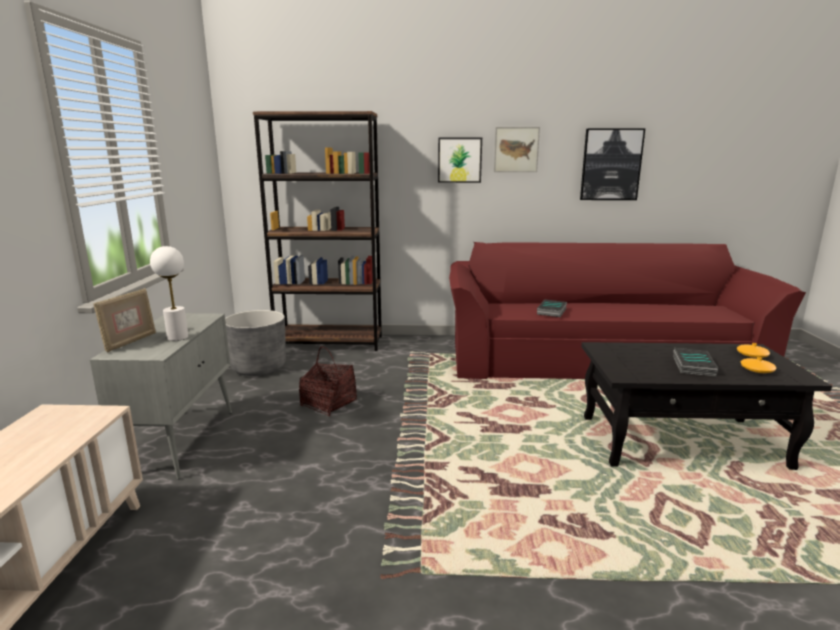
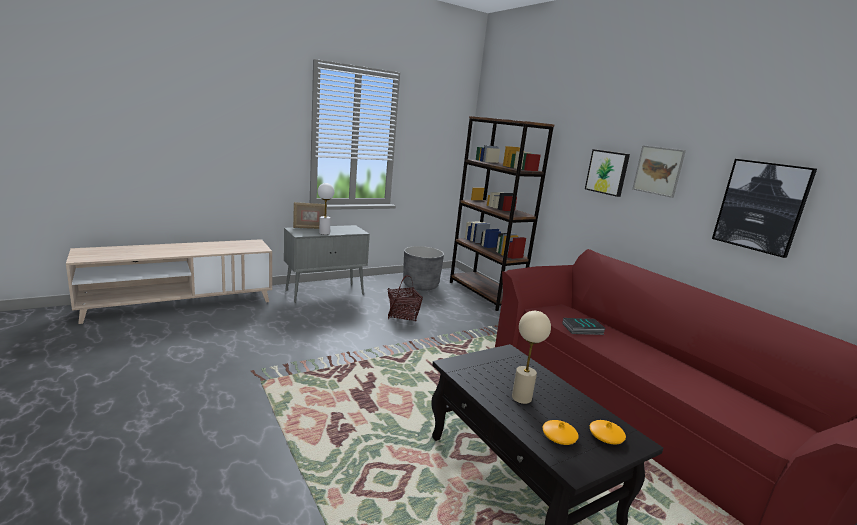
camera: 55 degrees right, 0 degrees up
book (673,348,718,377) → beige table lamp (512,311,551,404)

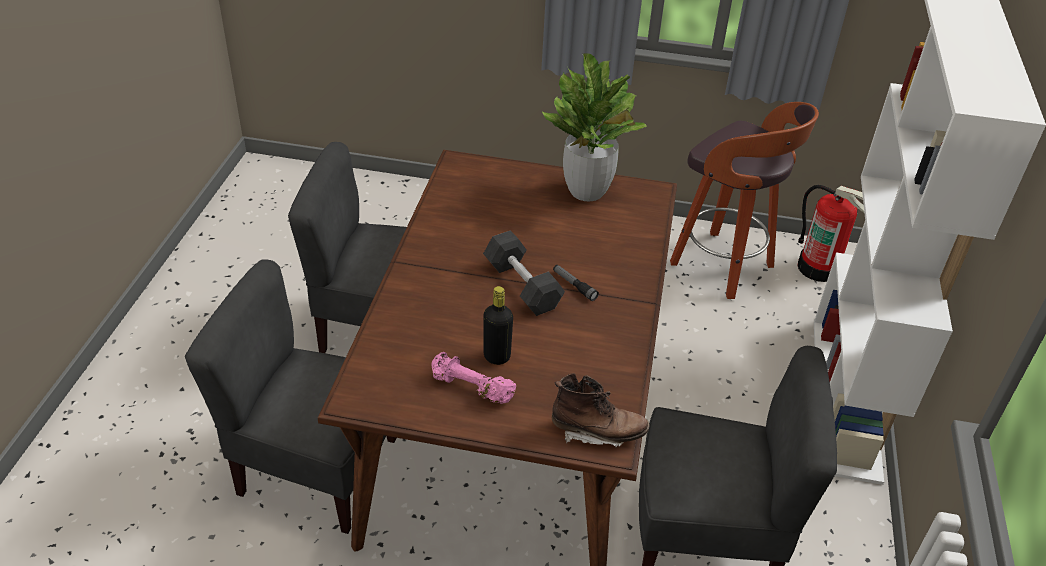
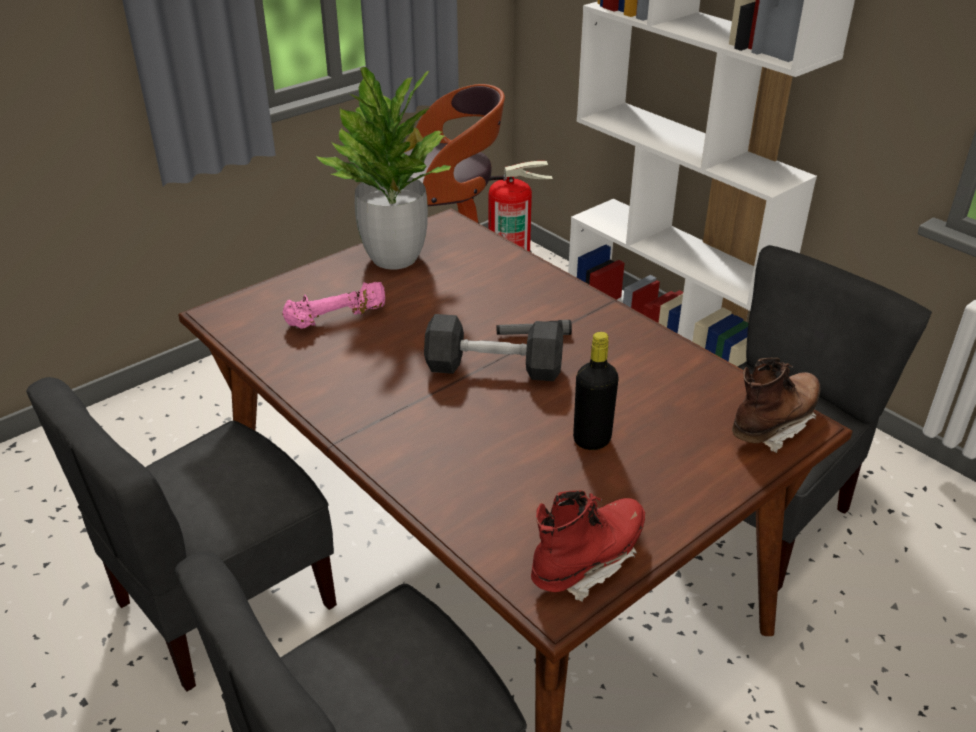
camera: 50 degrees left, 5 degrees down
pink dumbbell (431,352,516,404) → pink dumbbell (282,282,385,329), relocated
- → red boot (531,490,645,602)

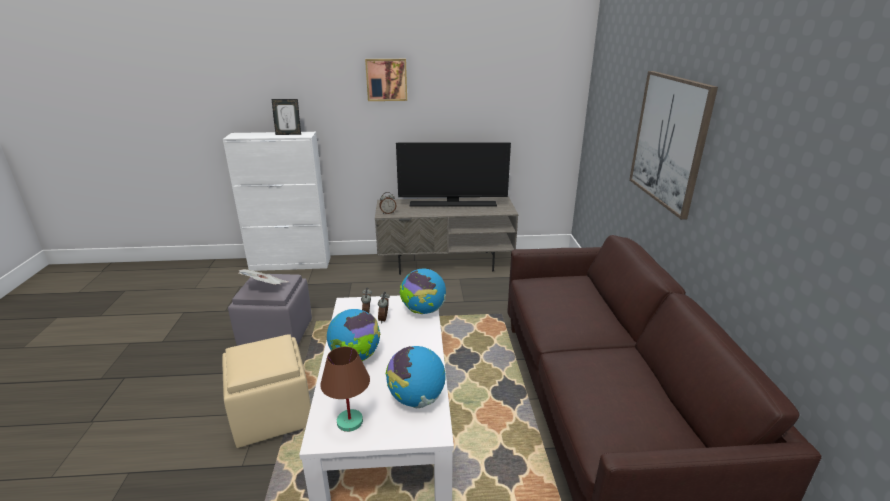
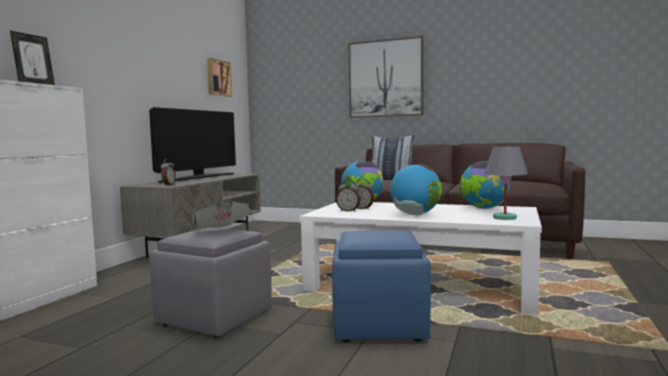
camera: 65 degrees left, 20 degrees down
picture (365,59,407,101) → picture (207,58,232,97), relocated
beige ottoman (222,334,311,448) → blue ottoman (332,231,431,342)
- → pillow (372,135,415,178)
brown table lamp (320,347,370,432) → grey table lamp (484,146,528,220)

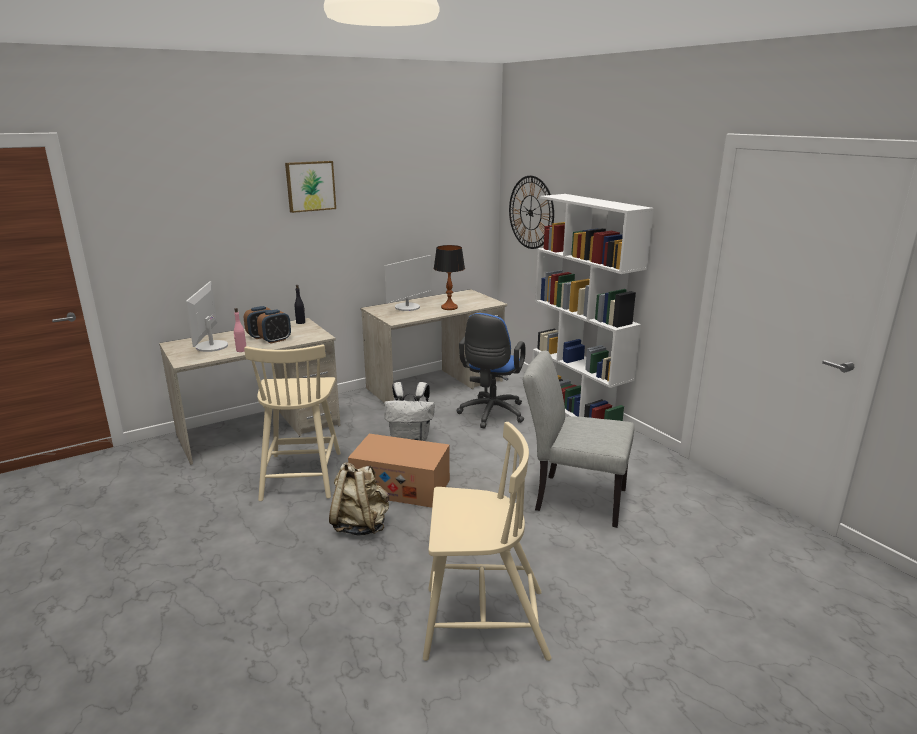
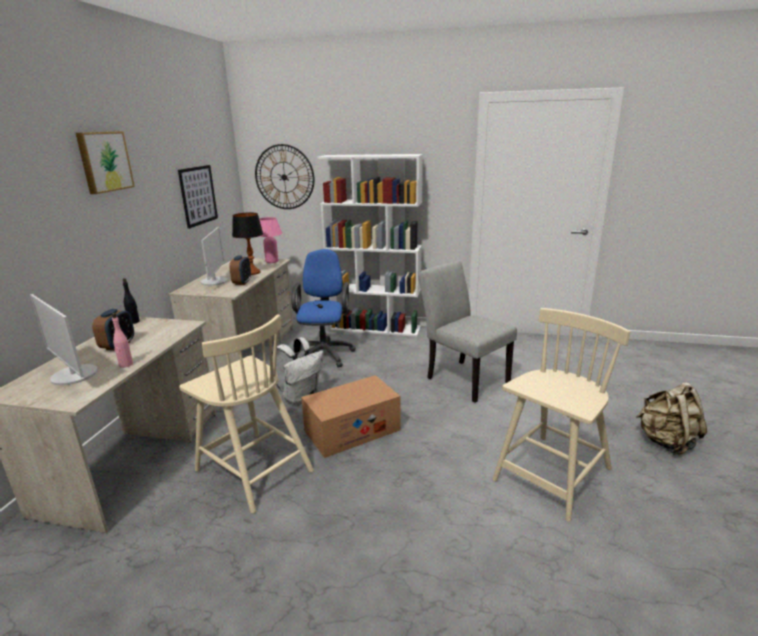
camera: 45 degrees left, 0 degrees up
- → picture (178,165,218,229)
alarm clock (257,309,291,344) → alarm clock (229,255,251,285), relocated
- → pink table lamp (259,217,282,263)
blue office chair (457,313,526,429) → blue office chair (291,249,356,368), 150 degrees counterclockwise
grey chair (523,351,634,528) → grey chair (418,261,517,403), 75 degrees clockwise
beige backpack (329,462,389,536) → beige backpack (636,382,707,455), relocated

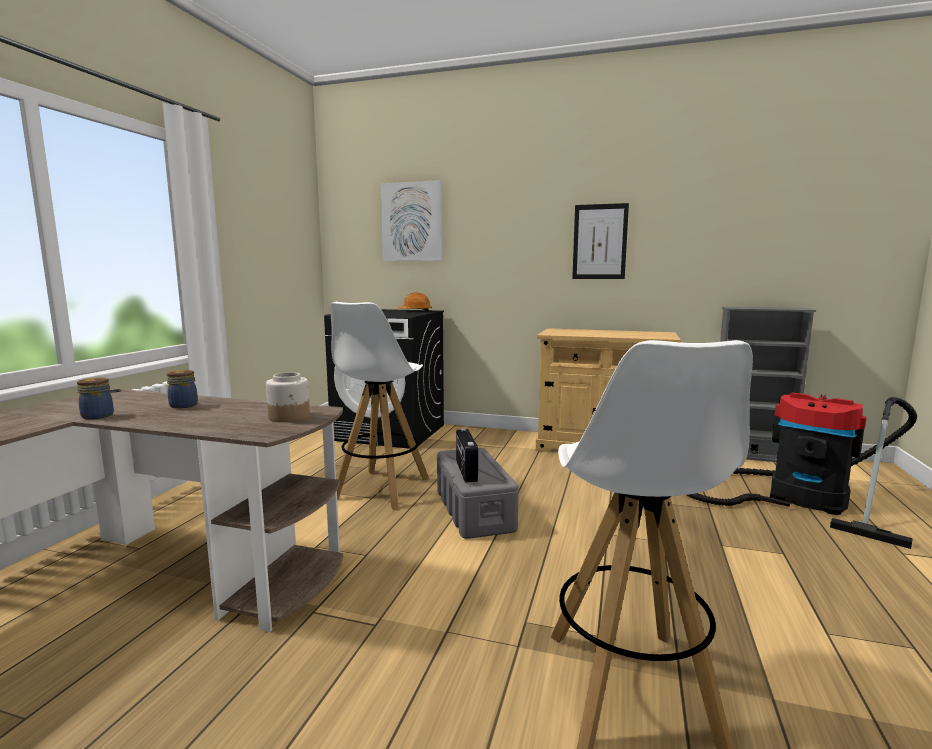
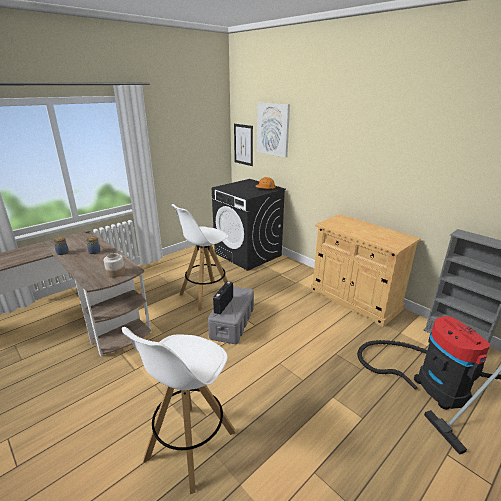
camera: 30 degrees right, 15 degrees up
picture (572,203,629,279) → picture (234,124,253,166), relocated

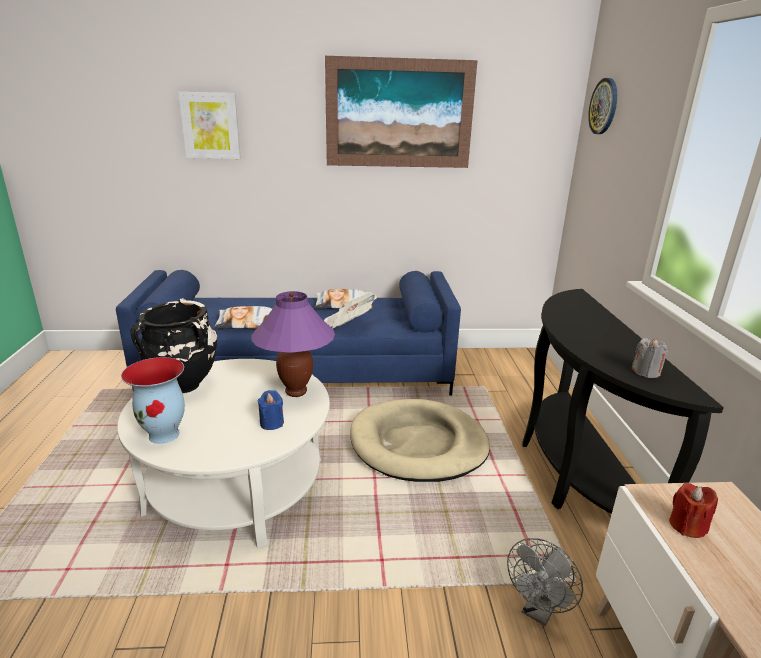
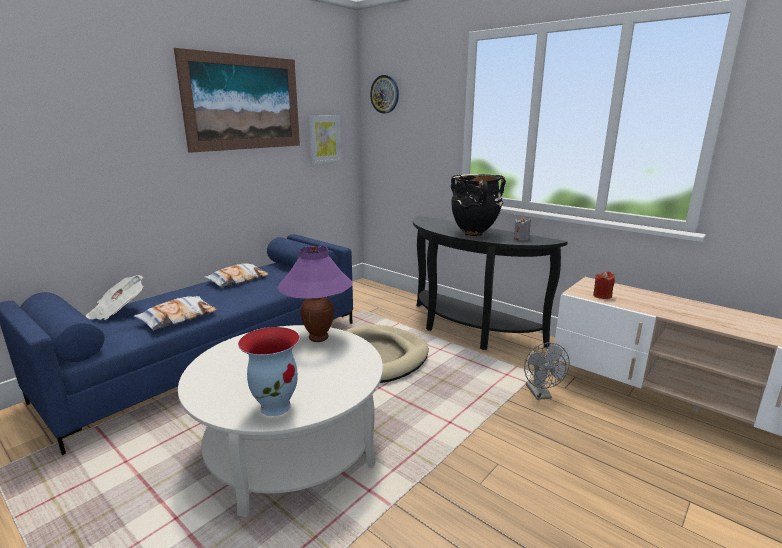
camera: 45 degrees left, 5 degrees down
newspaper (324,293,377,329) → newspaper (85,275,143,320), relocated
picture (178,92,241,159) → picture (308,115,341,164), relocated
black vase (130,298,217,393) → black vase (451,174,506,236), relocated
blue candle (258,390,284,430) → -

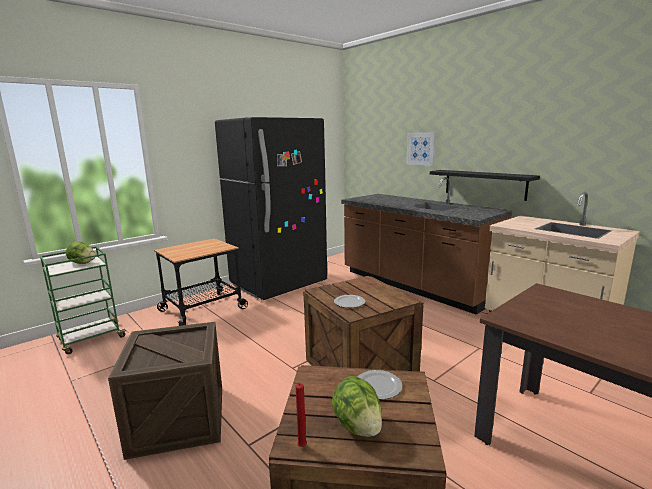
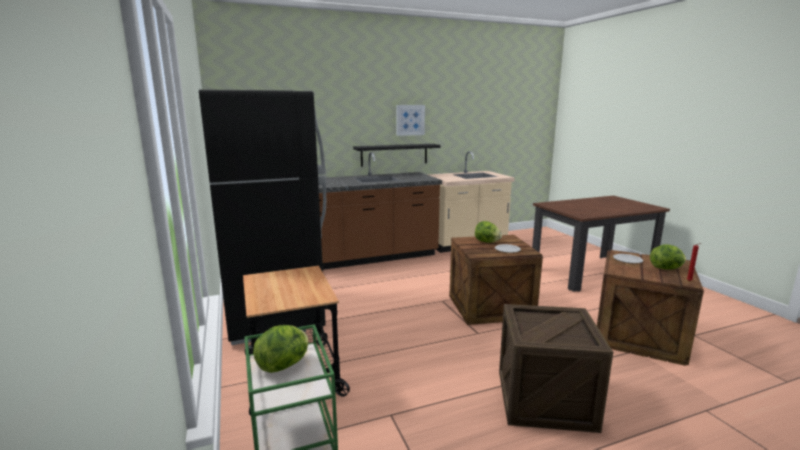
camera: 70 degrees left, 0 degrees up
picture (406,132,436,166) → picture (397,105,425,136), relocated
- → lettuce (475,221,502,243)

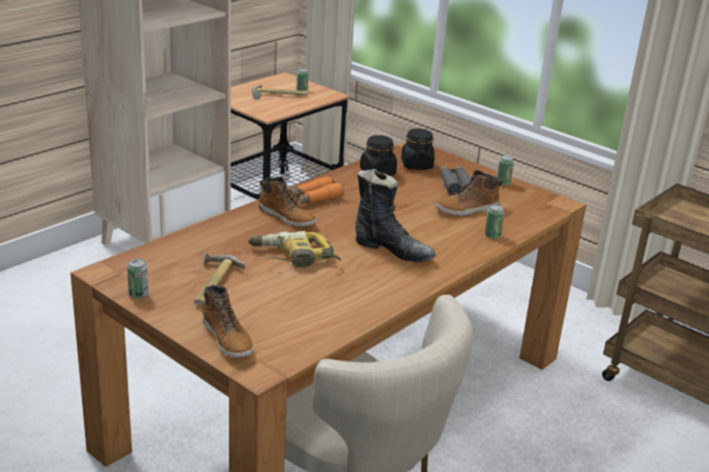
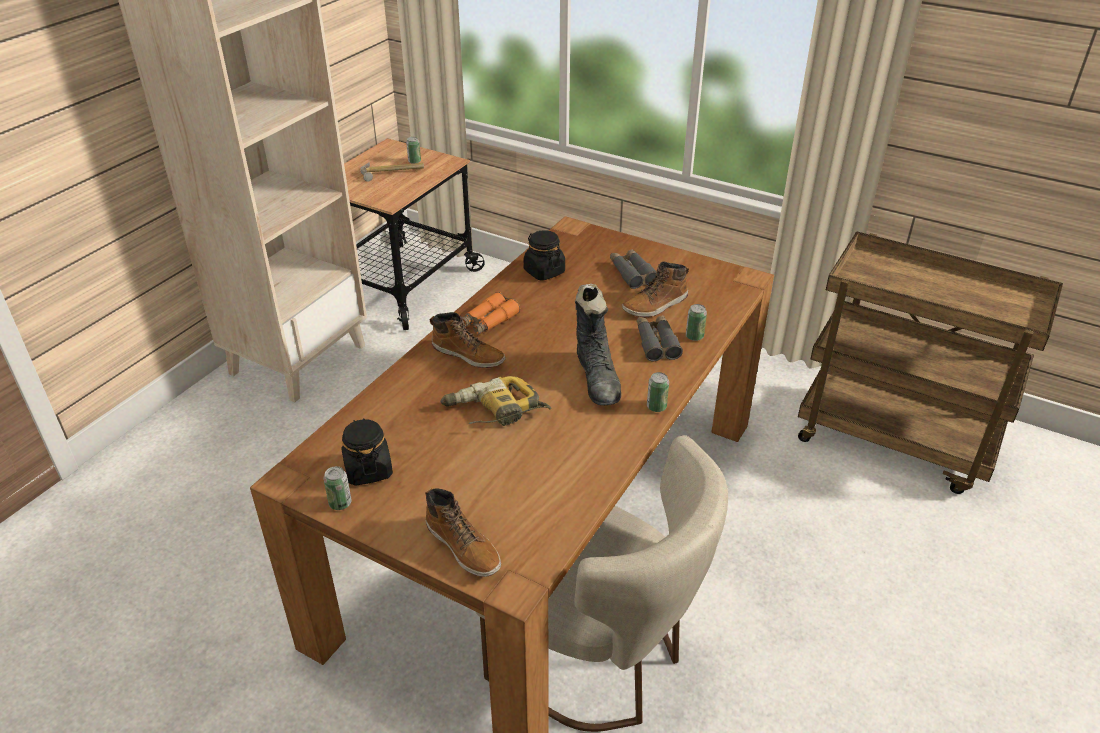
camera: 10 degrees left, 10 degrees up
black jar (401,128,435,170) → black jar (341,418,393,486), relocated
black boot (355,169,436,262) → black boot (575,284,621,405), 60 degrees clockwise
- → grey binoculars (637,315,683,361)
can (496,155,514,186) → can (647,372,669,412), relocated
hammer (194,252,245,305) → -

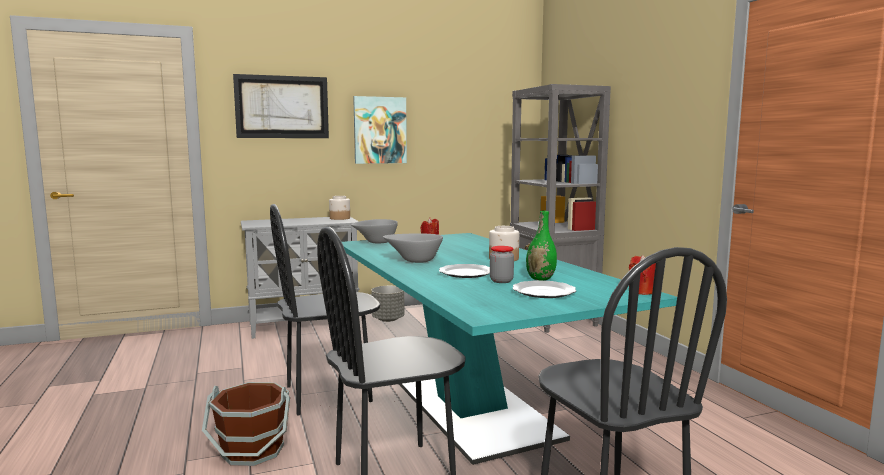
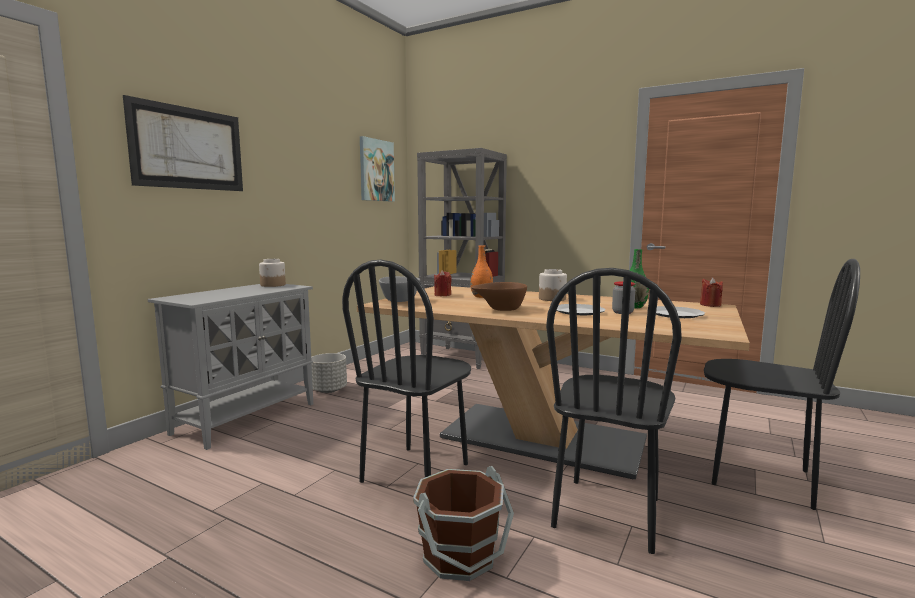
camera: 40 degrees left, 0 degrees up
turquoise dining table (342,233,677,465) → beige dining table (357,286,750,479)
picture (353,96,407,164) → picture (360,136,395,202), relocated
- → orange vase (470,245,493,298)
grey bowl (383,233,443,263) → brown bowl (471,282,527,311)

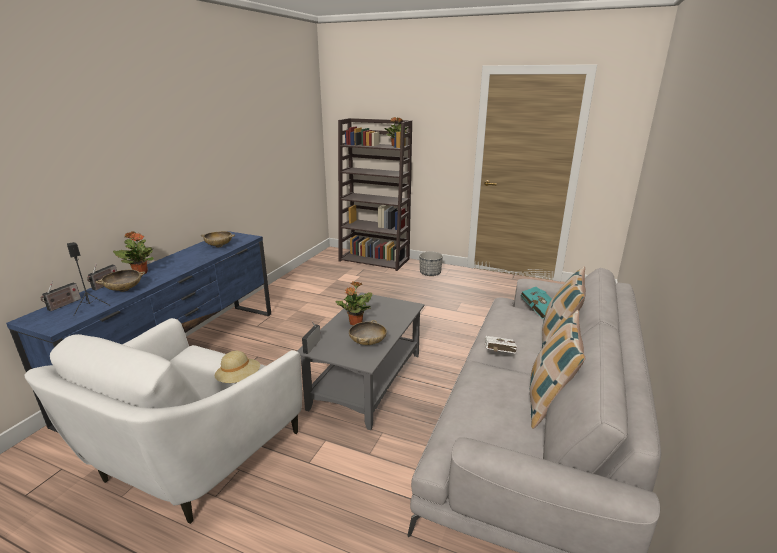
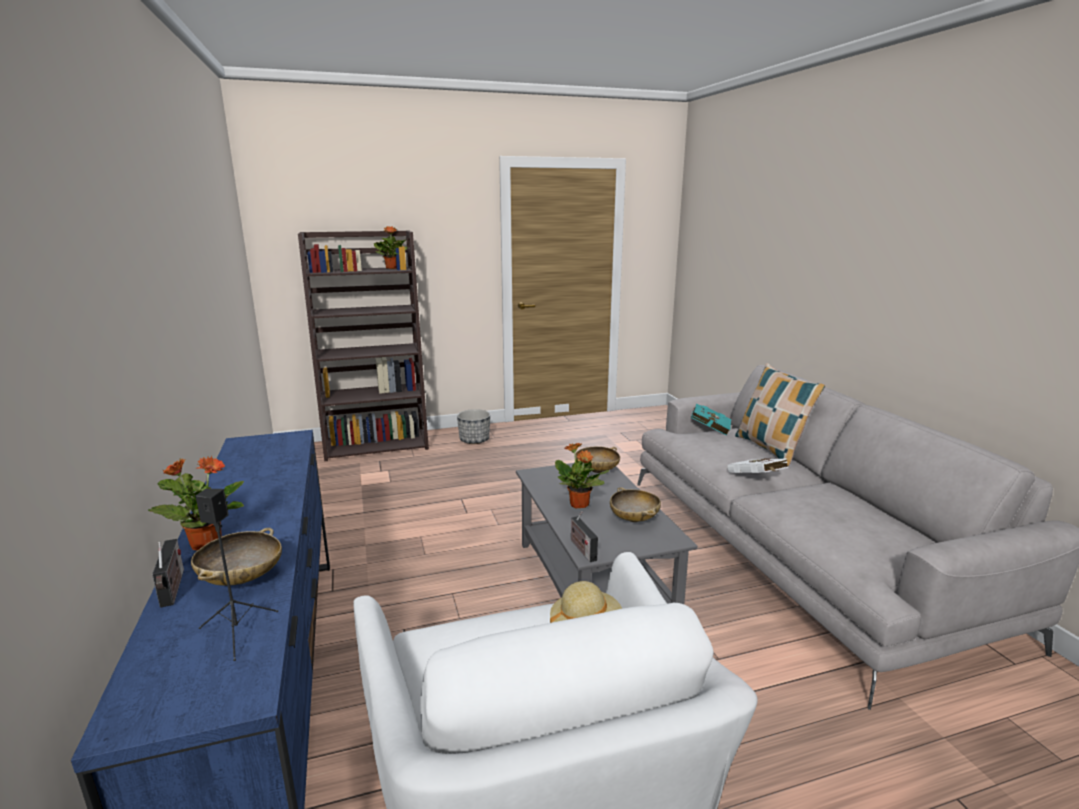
camera: 40 degrees left, 5 degrees down
beige bowl (201,231,235,247) → beige bowl (575,446,620,473), relocated
radio (40,281,81,311) → -
pillow (530,310,585,429) → -

